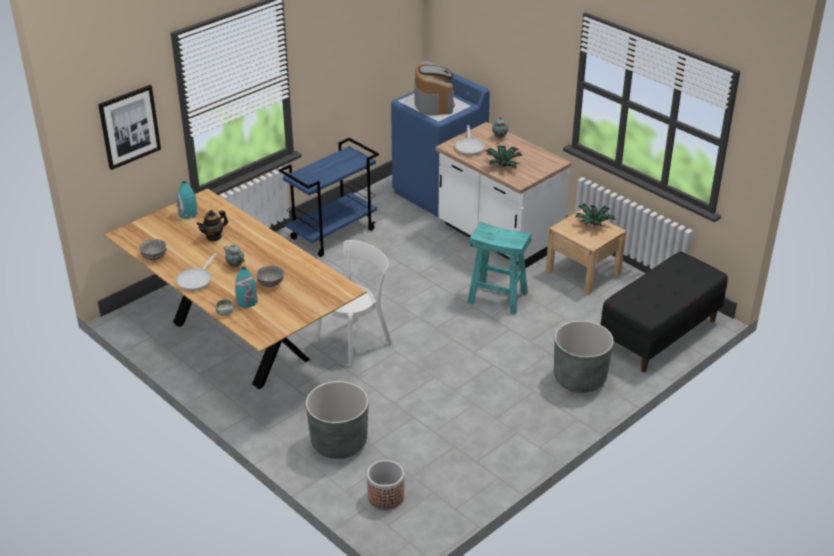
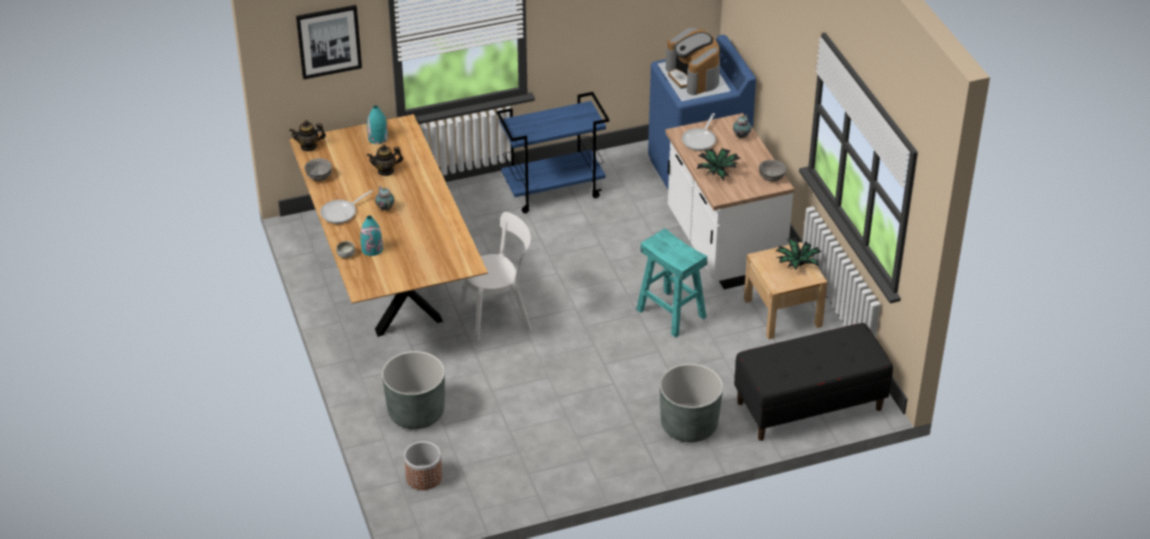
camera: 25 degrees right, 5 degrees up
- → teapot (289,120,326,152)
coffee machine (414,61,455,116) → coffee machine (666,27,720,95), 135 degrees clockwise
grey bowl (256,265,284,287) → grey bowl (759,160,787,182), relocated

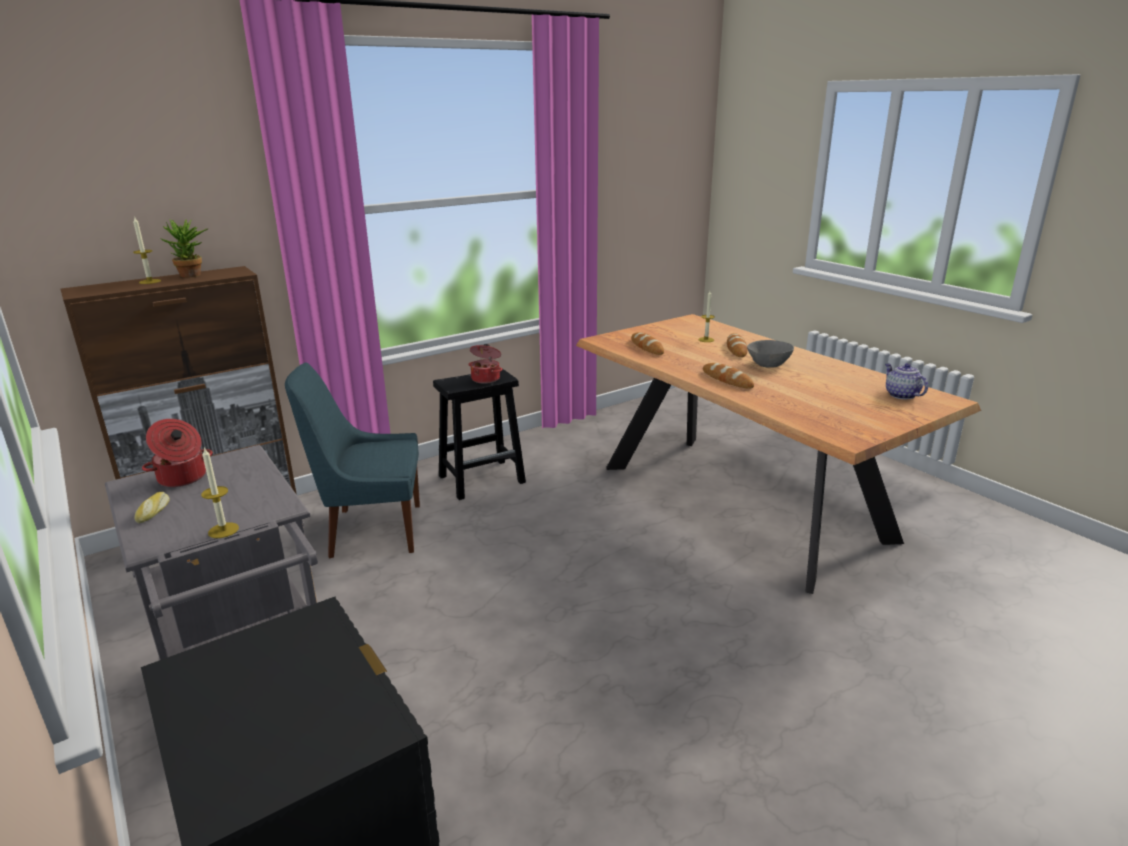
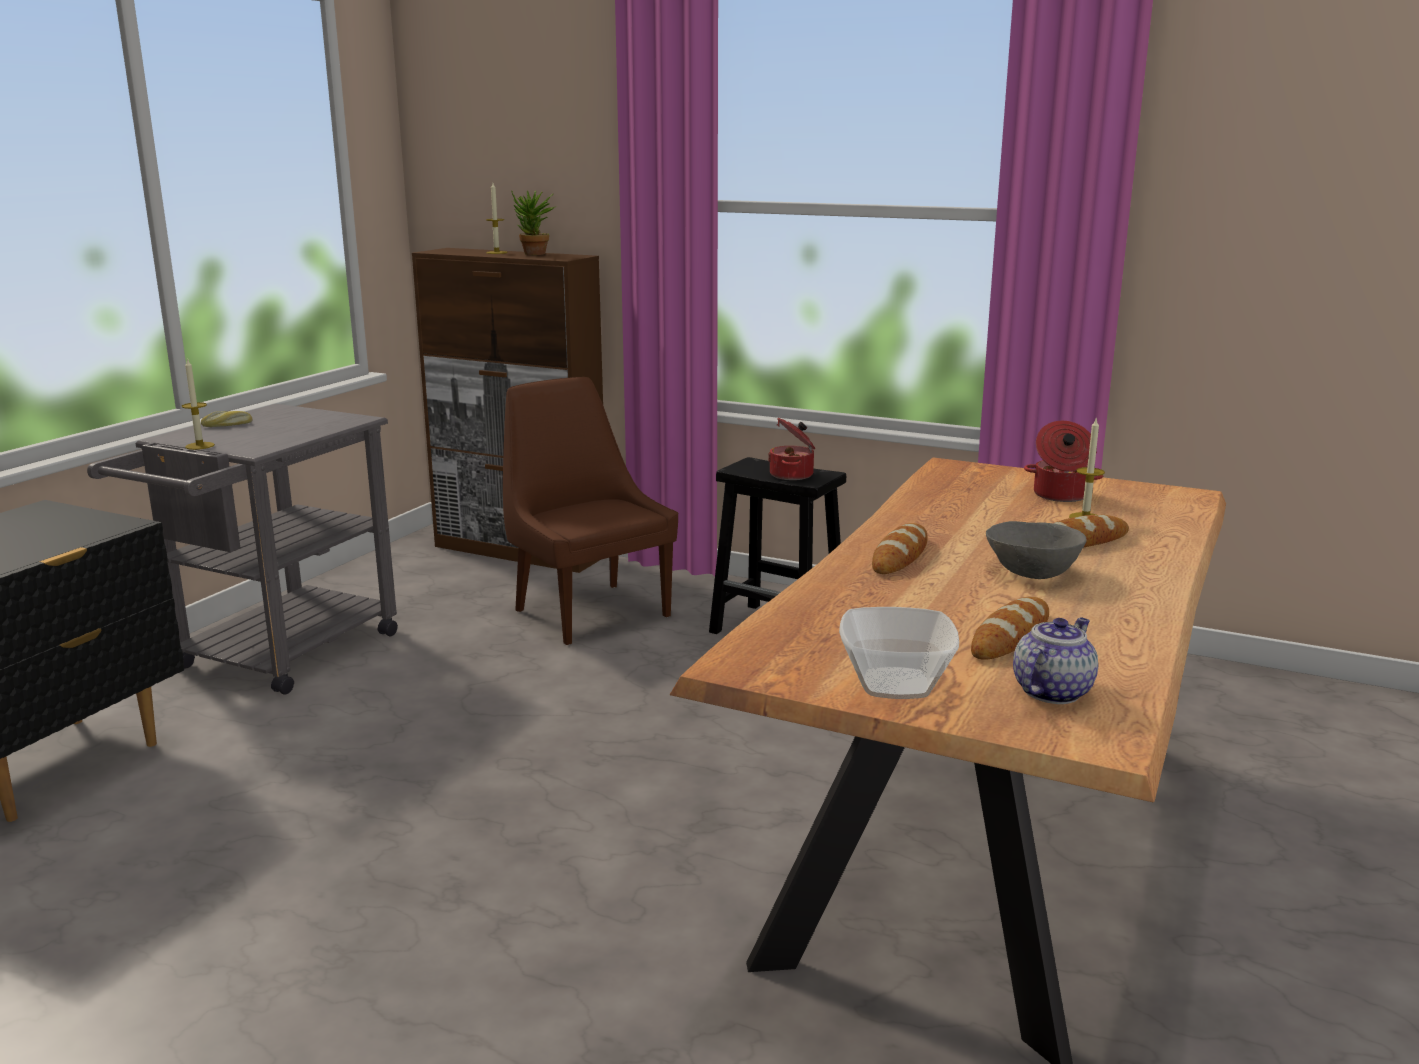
camera: 60 degrees right, 5 degrees down
blue chair (285,363,420,559) → brown chair (503,377,678,645)
- → bowl (839,607,959,699)
bread (631,332,664,355) → bread (971,597,1049,660), relocated
cooking pot (142,419,213,487) → cooking pot (1024,421,1103,502), relocated

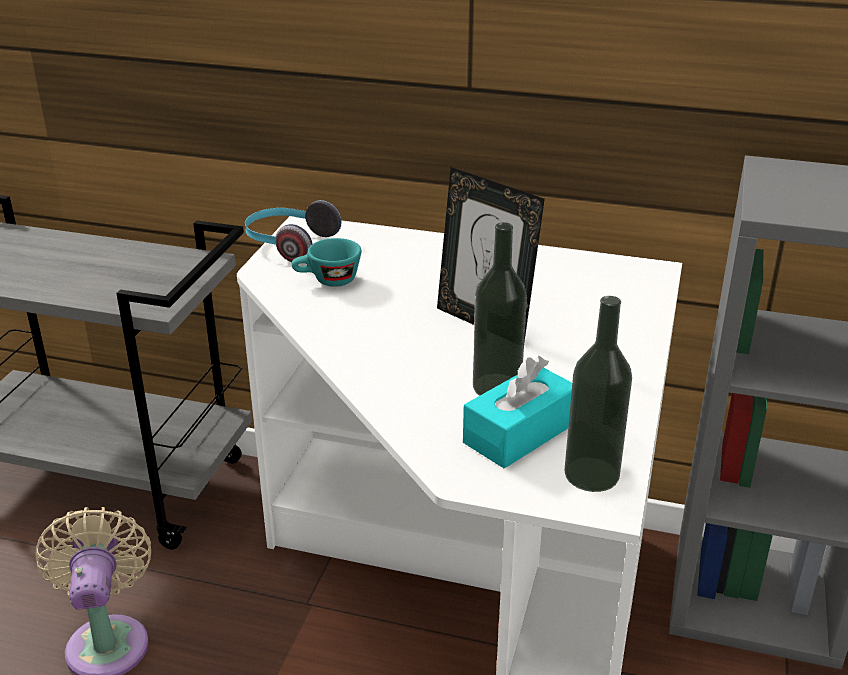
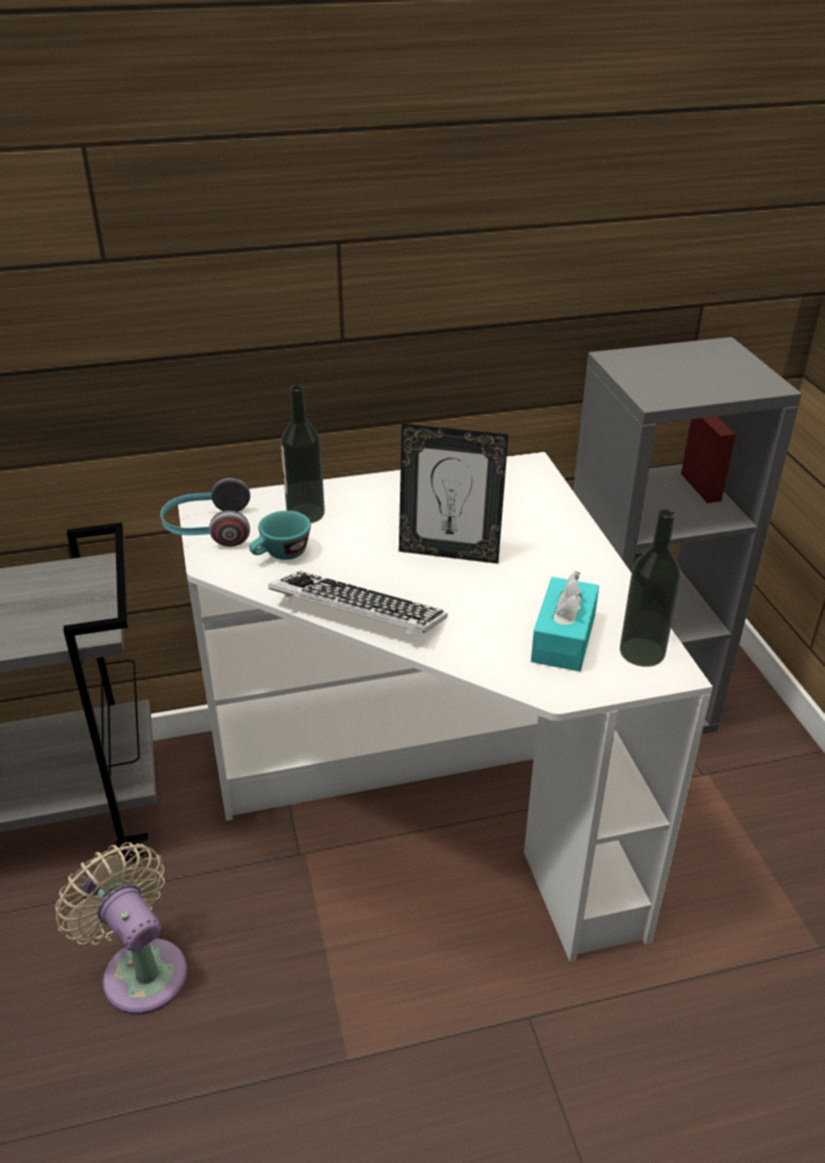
camera: 30 degrees left, 5 degrees up
- → keyboard (268,571,447,636)
bottle (473,222,527,396) → bottle (281,385,325,523), relocated

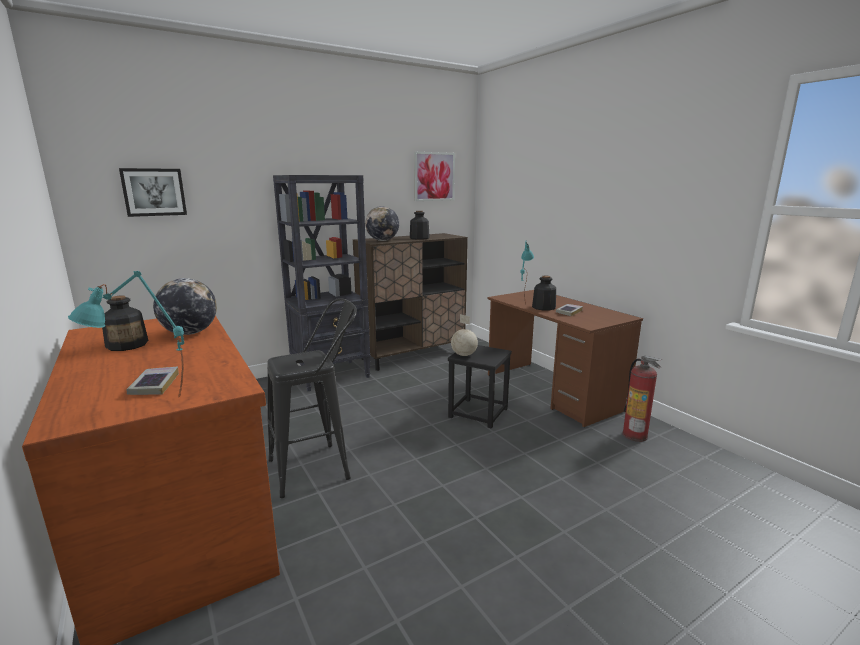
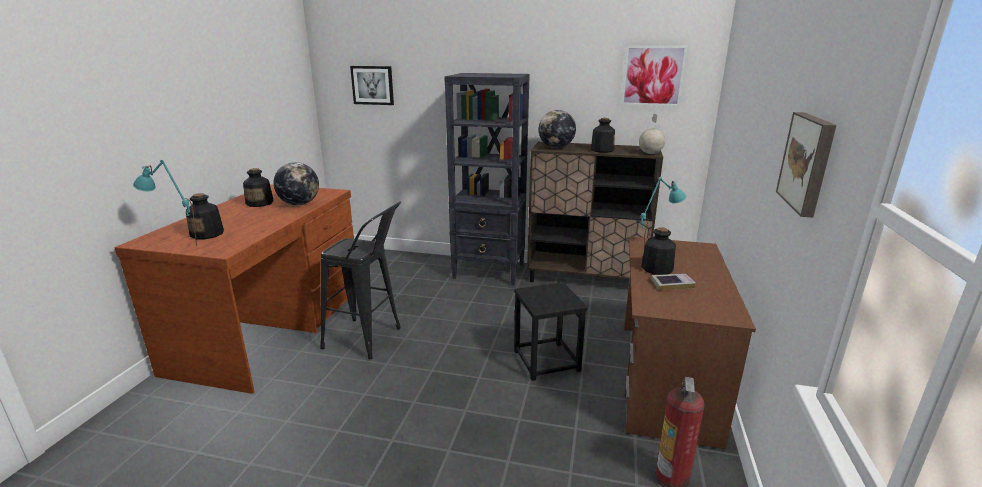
camera: 45 degrees right, 5 degrees up
book (126,367,179,395) → bottle (186,193,224,239)
globe (451,314,478,356) → globe (639,113,665,154), relocated
- → picture (776,112,837,218)

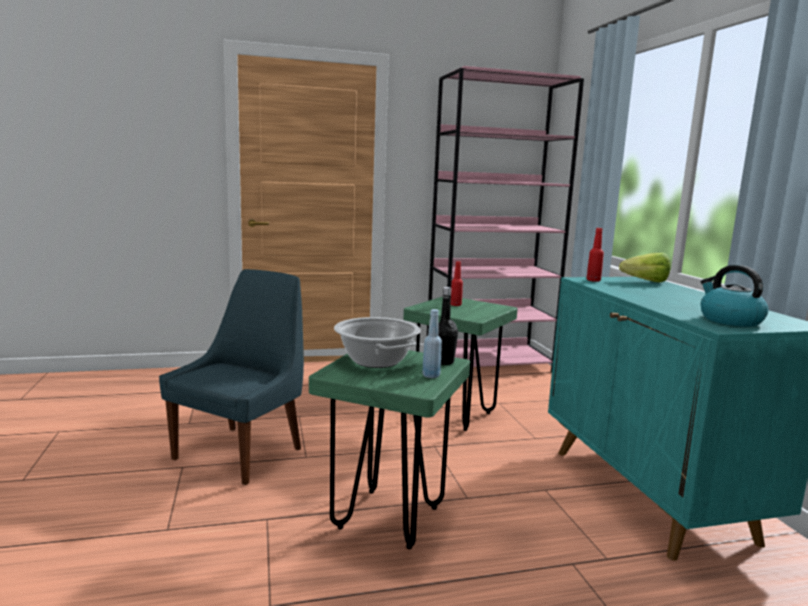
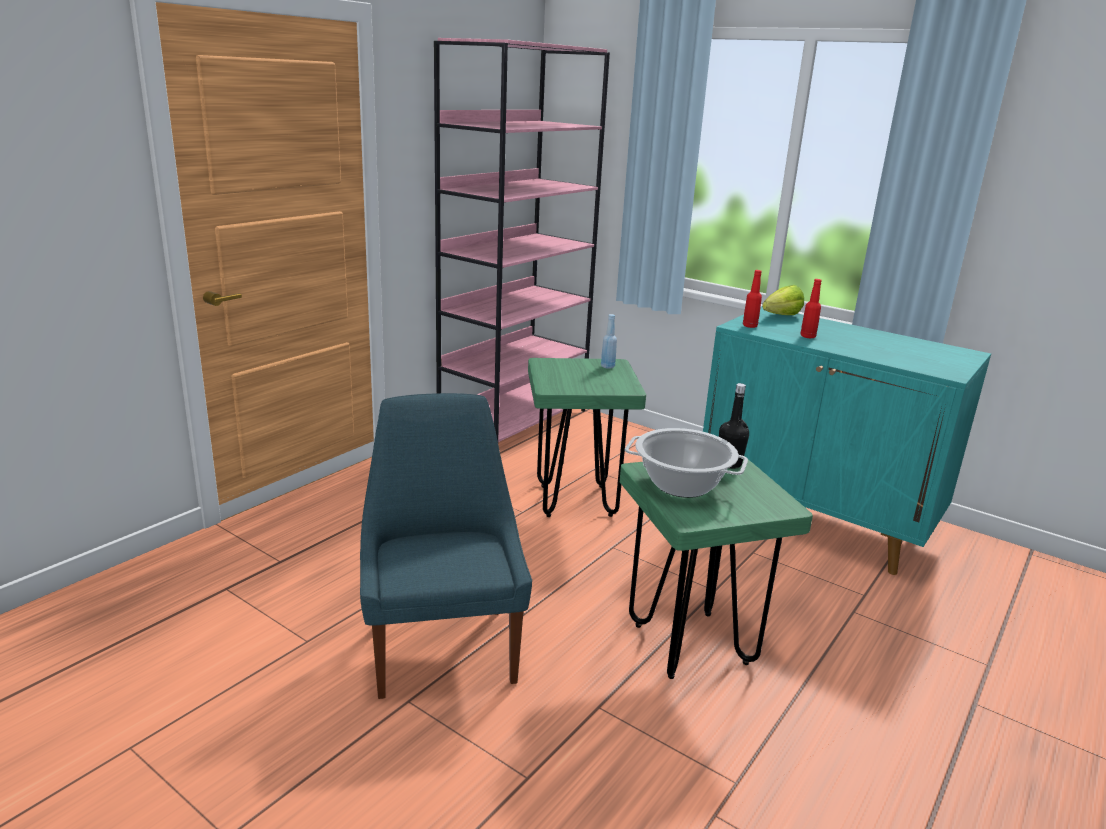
camera: 40 degrees left, 10 degrees up
blue bottle (422,309,442,378) → blue bottle (601,314,617,369), relocated
red bottle (451,261,463,306) → red bottle (800,279,822,338), relocated
kettle (701,265,769,327) → -

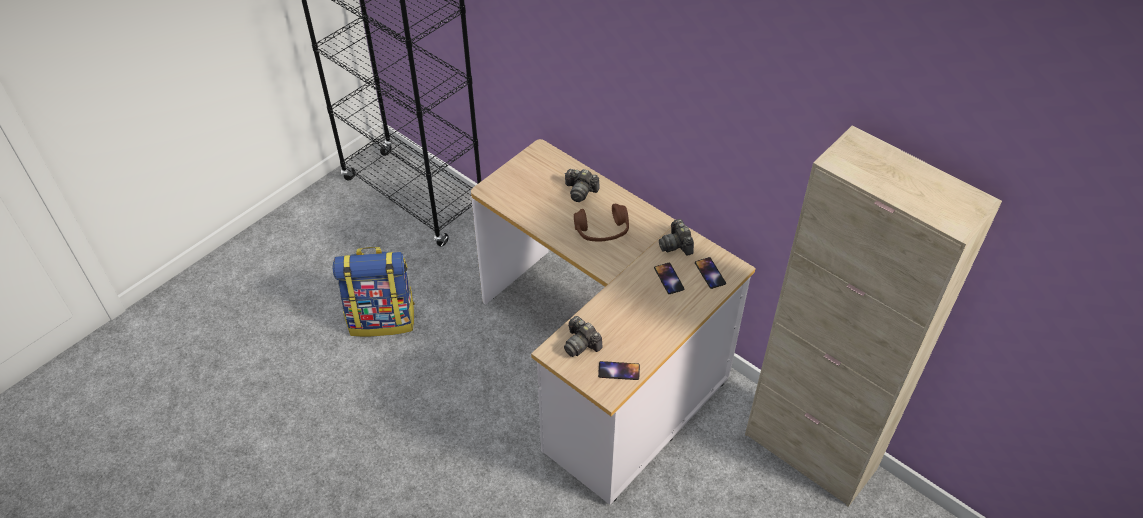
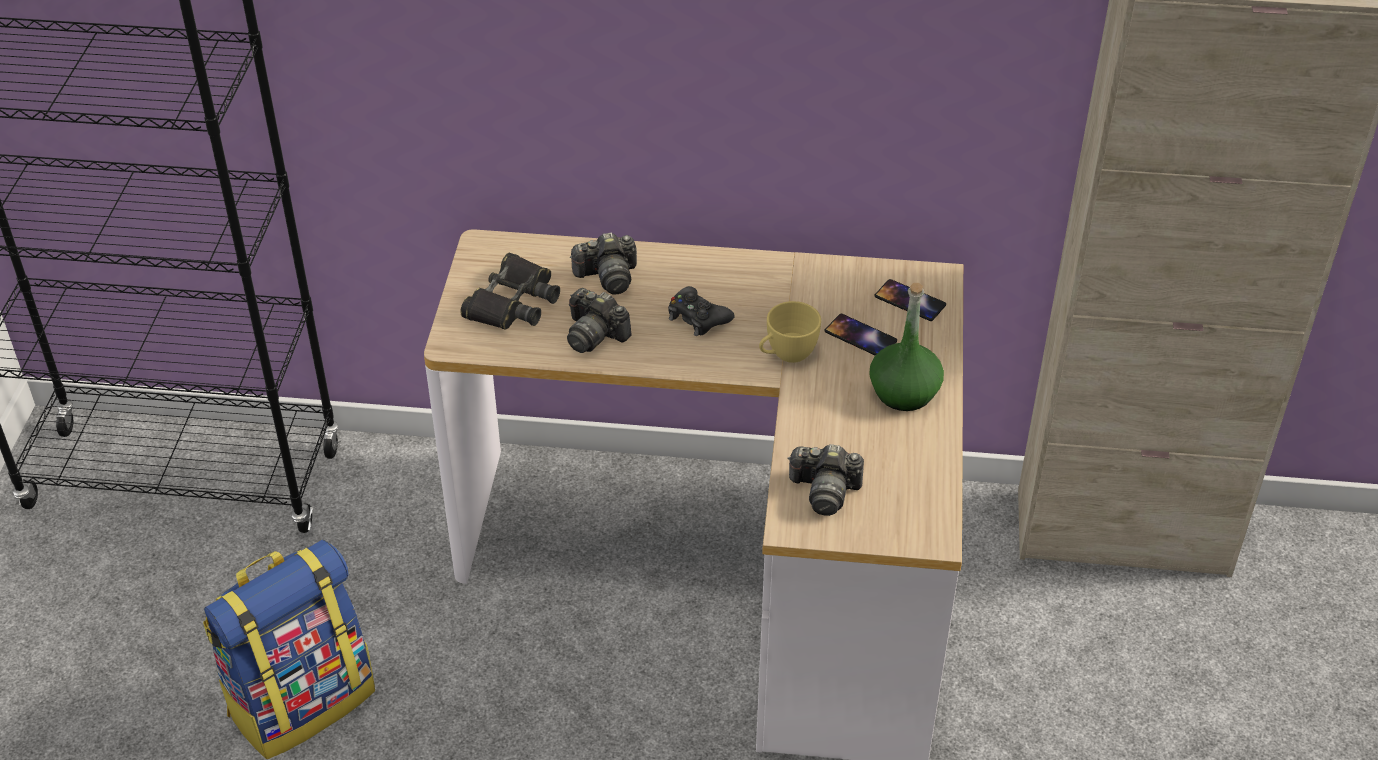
camera: 35 degrees left, 5 degrees down
- → black binoculars (460,253,560,330)
photo camera (659,219,694,256) → photo camera (567,288,632,353), relocated
brown headphones (574,204,629,242) → black game controller (668,286,735,336)
- → yellow cup (759,301,821,363)
- → green bottle (869,283,944,411)
phone (598,361,640,380) → -

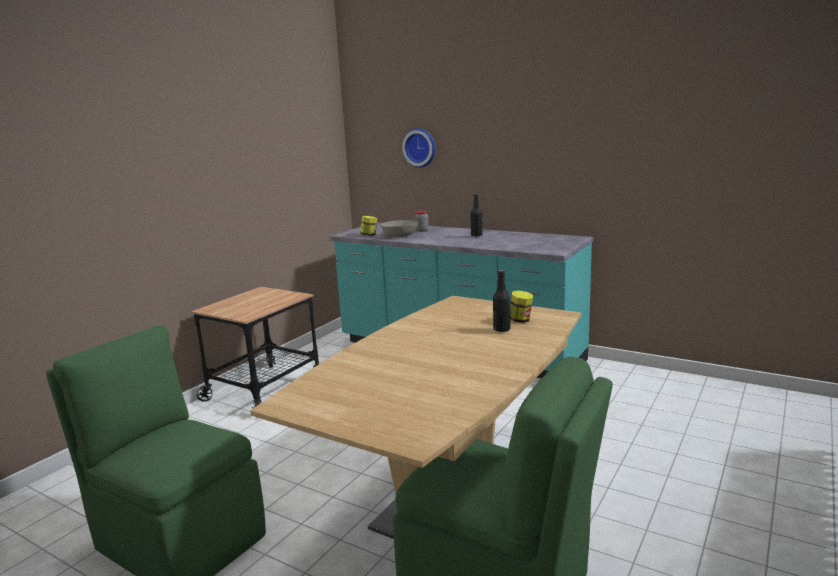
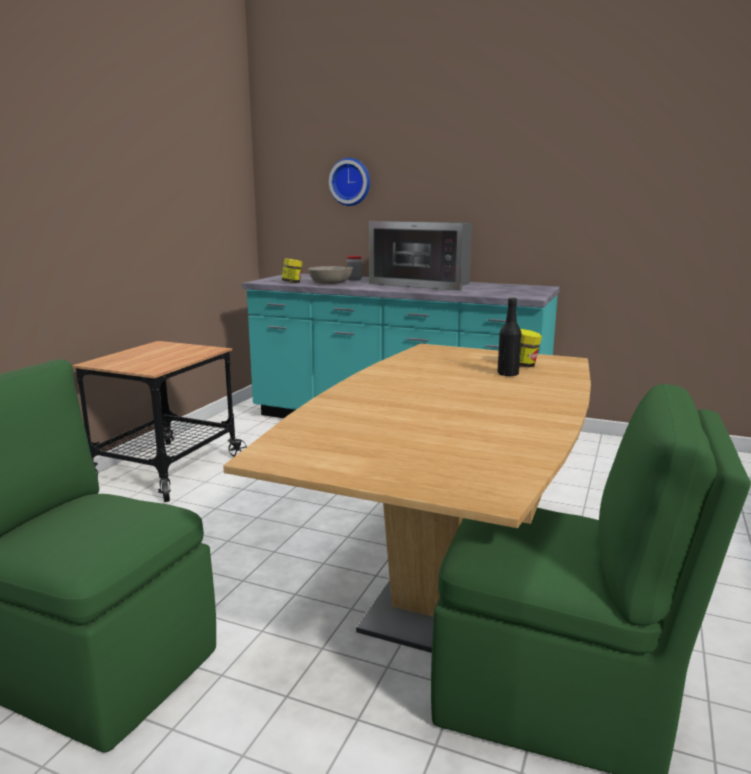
camera: 10 degrees left, 0 degrees up
black bottle (471,194,483,236) → microwave (369,221,472,291)

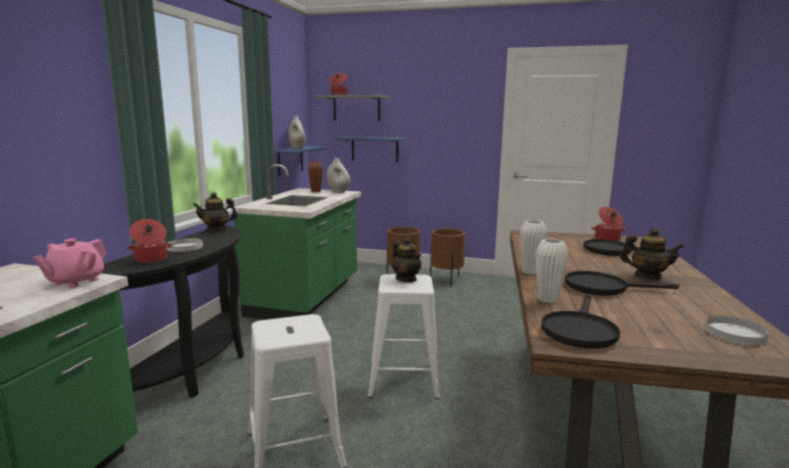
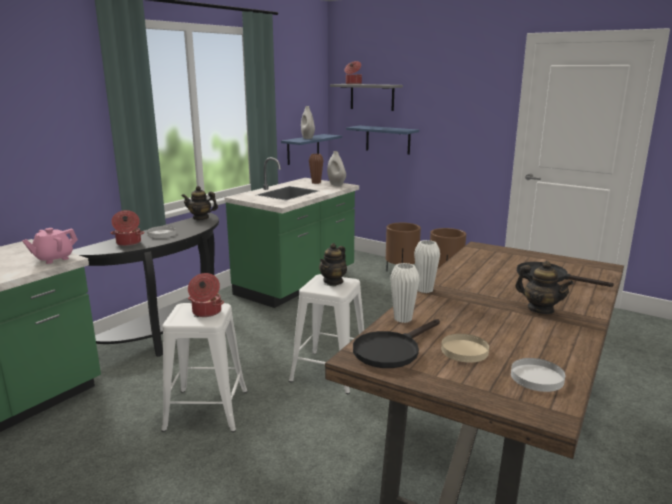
camera: 20 degrees right, 5 degrees up
cooking pot (591,207,626,241) → cooking pot (188,273,224,317), relocated
teapot (392,237,422,282) → teapot (319,243,347,285), 45 degrees clockwise
- → beige plate (441,334,489,363)
black frying pan (565,271,679,296) → -

